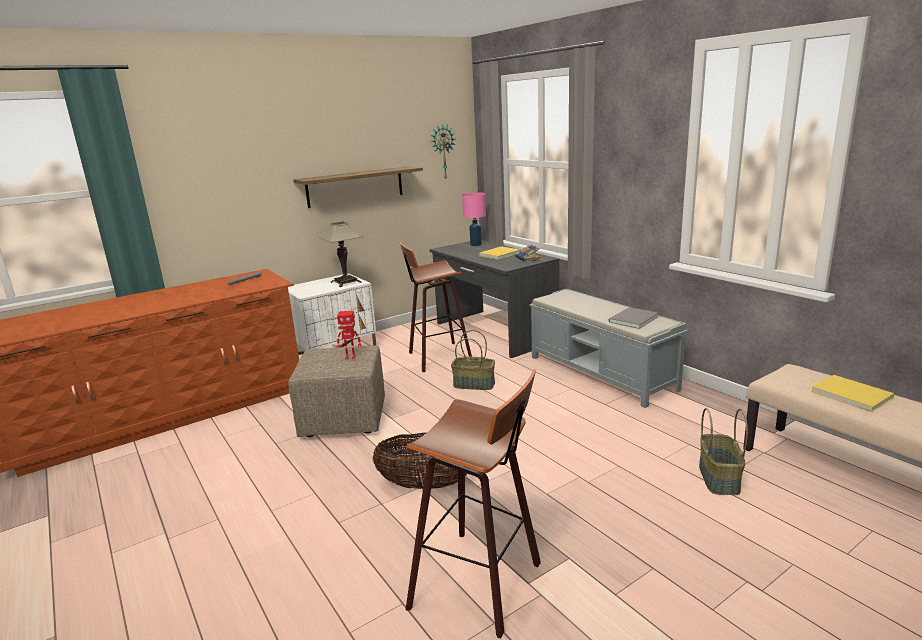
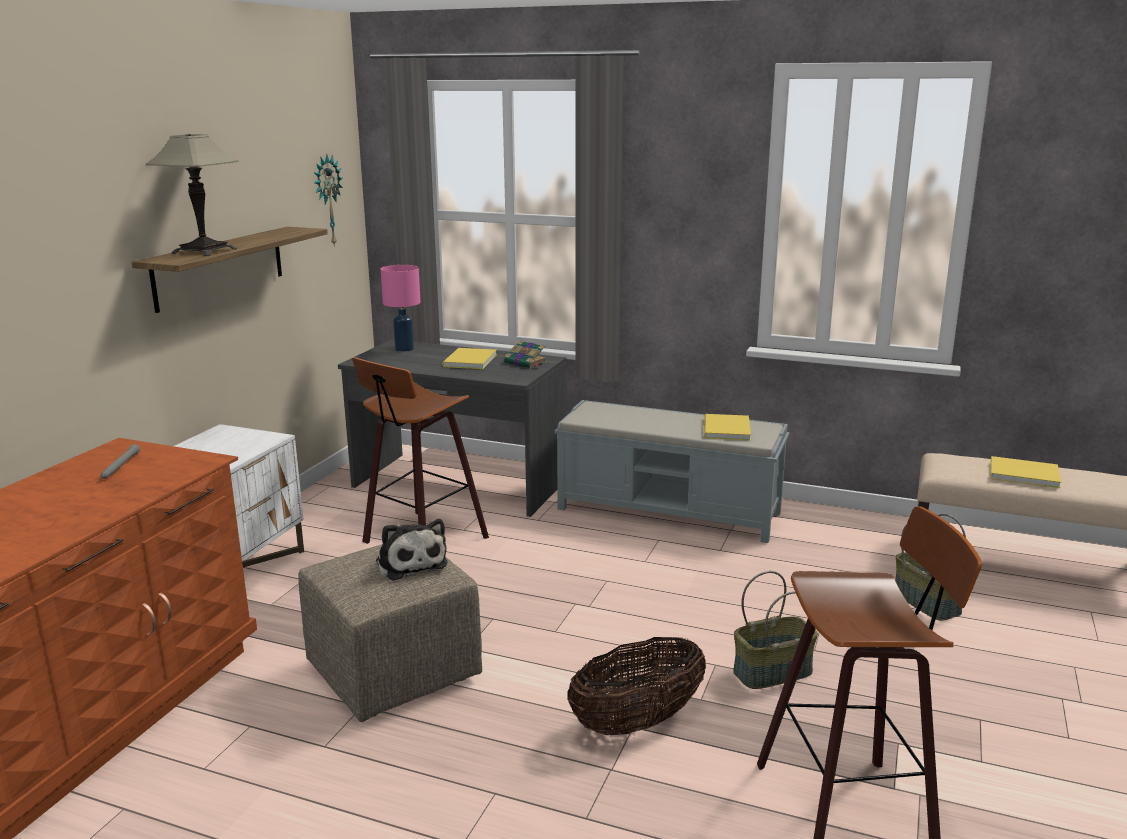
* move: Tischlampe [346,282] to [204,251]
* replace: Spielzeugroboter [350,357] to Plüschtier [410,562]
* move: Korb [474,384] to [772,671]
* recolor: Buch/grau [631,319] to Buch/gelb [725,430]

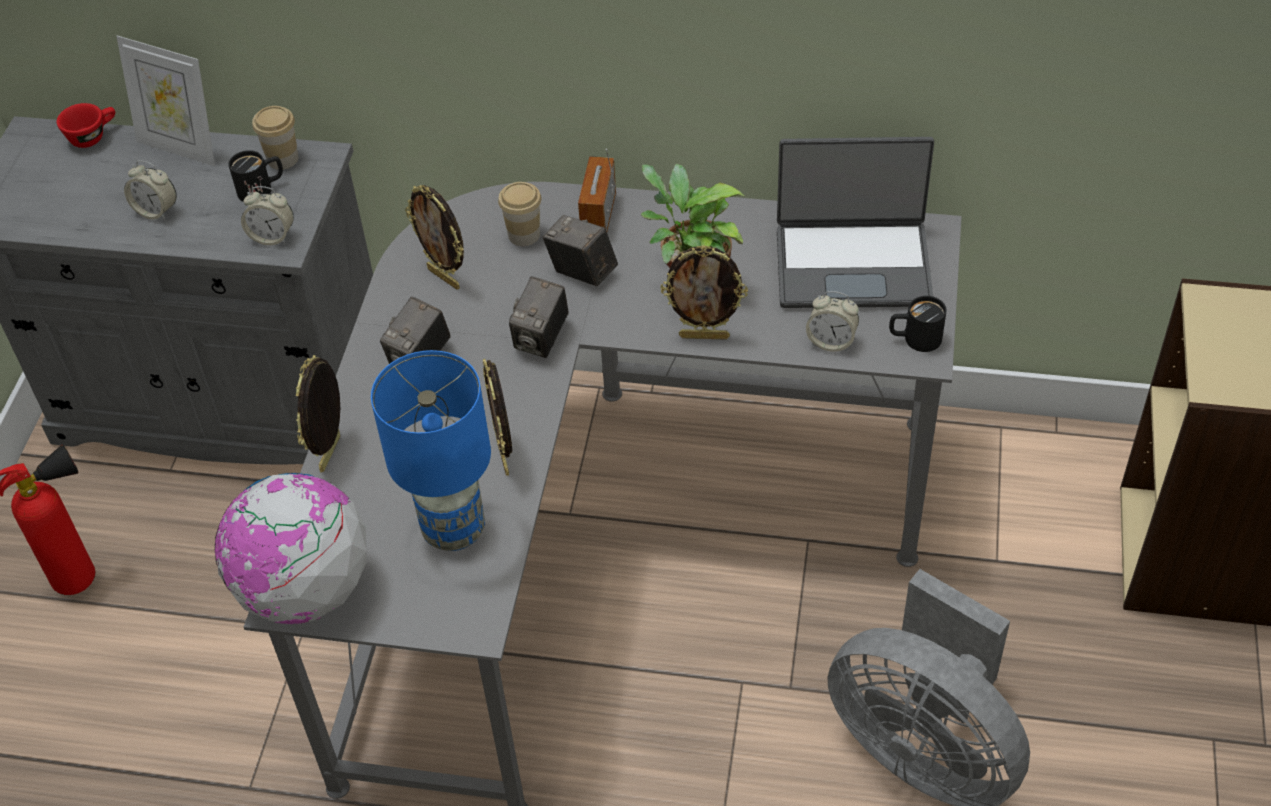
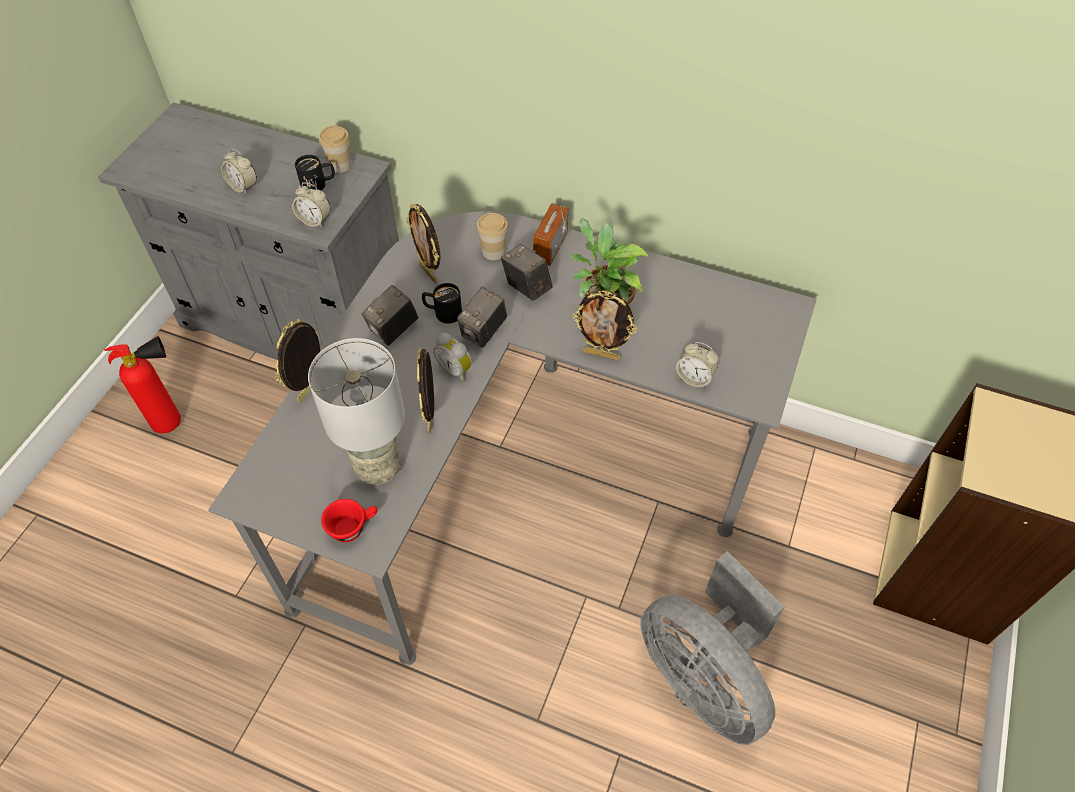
* move: Tasse/rot [93,136] to [353,527]
* delete: Bilderrahmen [181,147]
* delete: Globus [305,591]
* recolor: Tischlampe/blau [455,530] to Tischlampe/grau [379,468]
* delete: Laptop [853,264]
* move: Henkelbecher/schwarz [914,339] to [442,312]
* insert: Wecker [456,370]

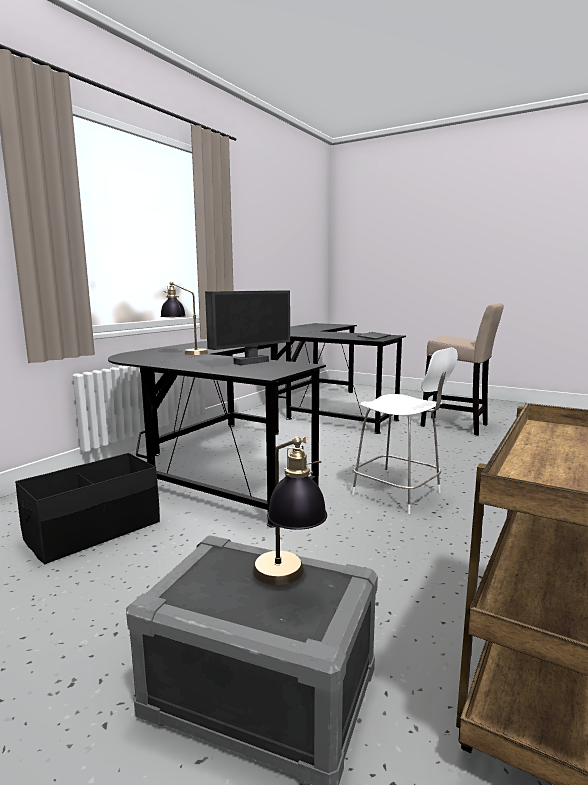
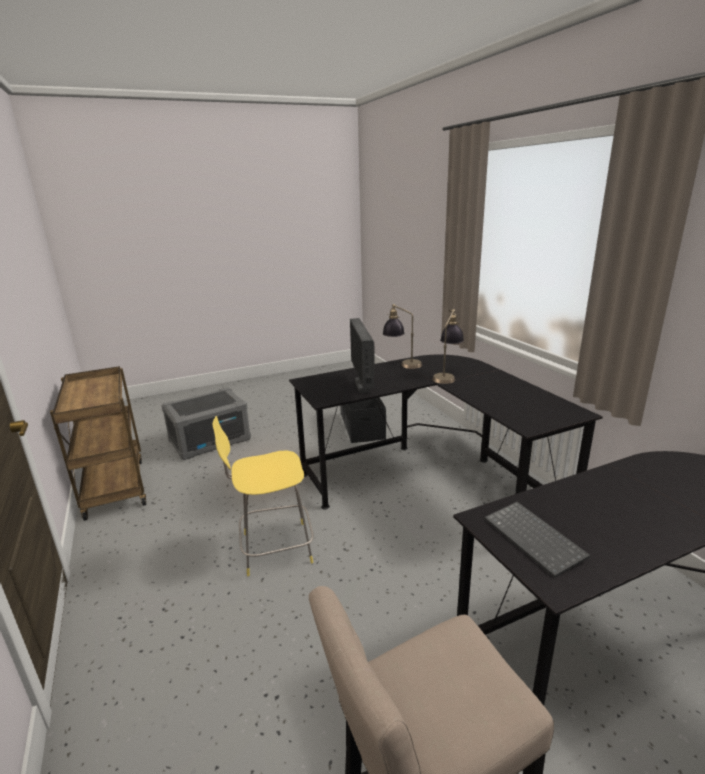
* move: Tischlampe [287,582] to [402,364]
* recolor: Hocker/weiß [399,494] to Hocker/gelb [273,548]

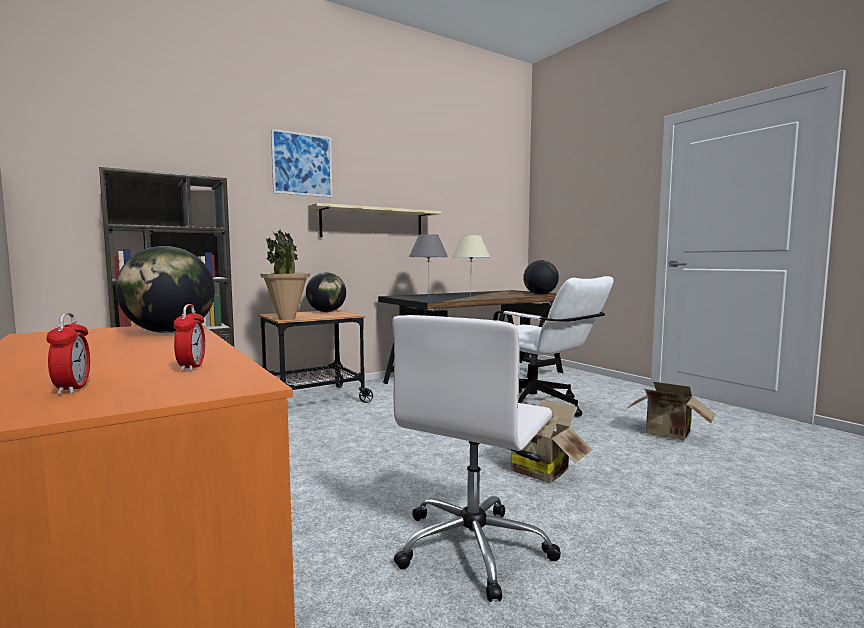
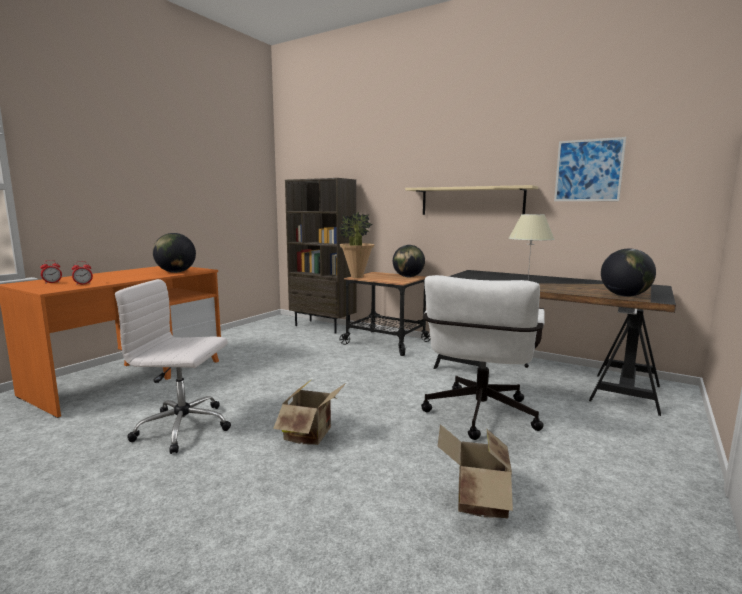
* move: Bild [302,164] to [588,170]
* delete: Tischlampe/grau [428,297]

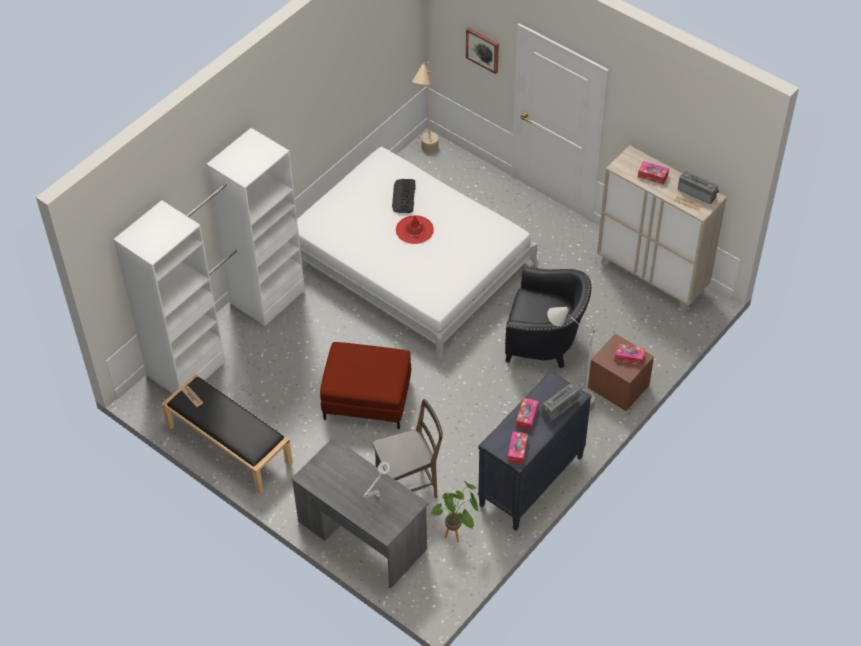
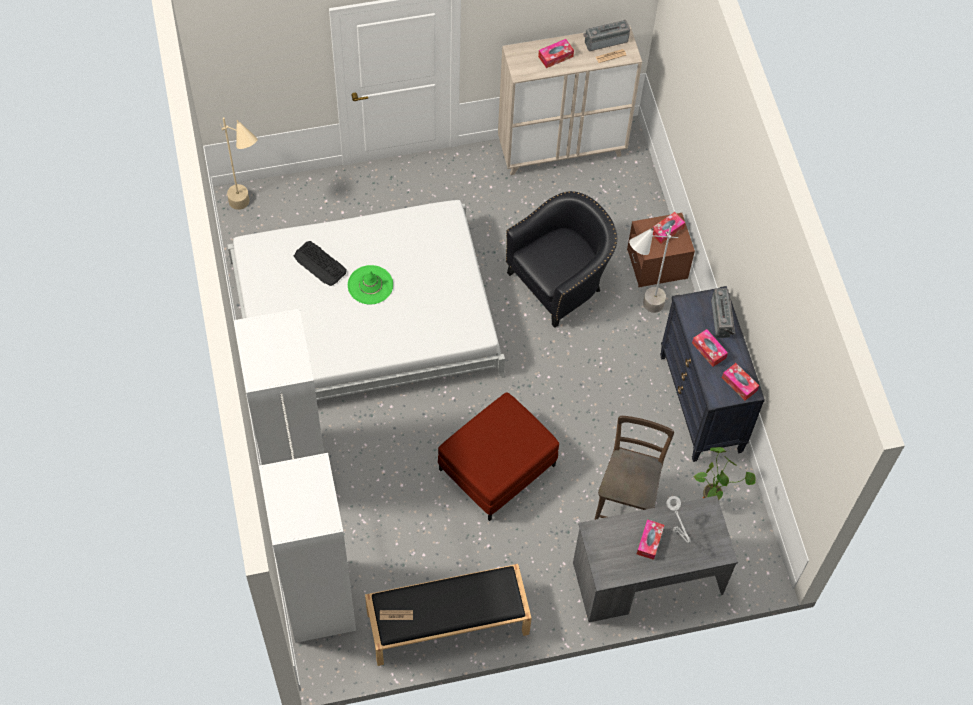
* recolor: Hut/rot [414,230] to Hut/grün [370,285]
* delete: Bild [483,49]
* insert: Taschentuchbox [649,541]

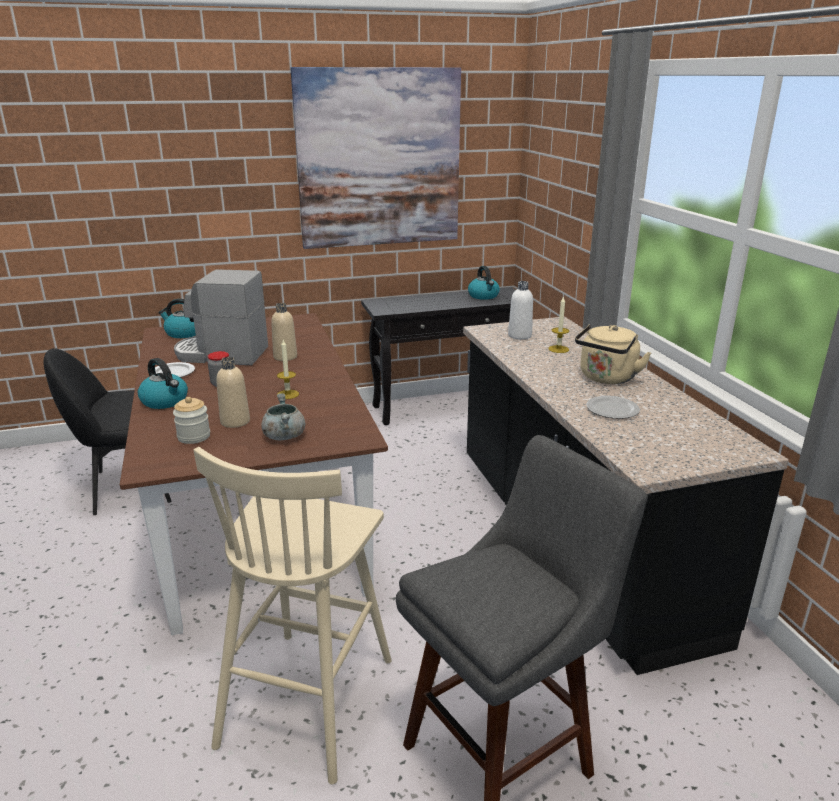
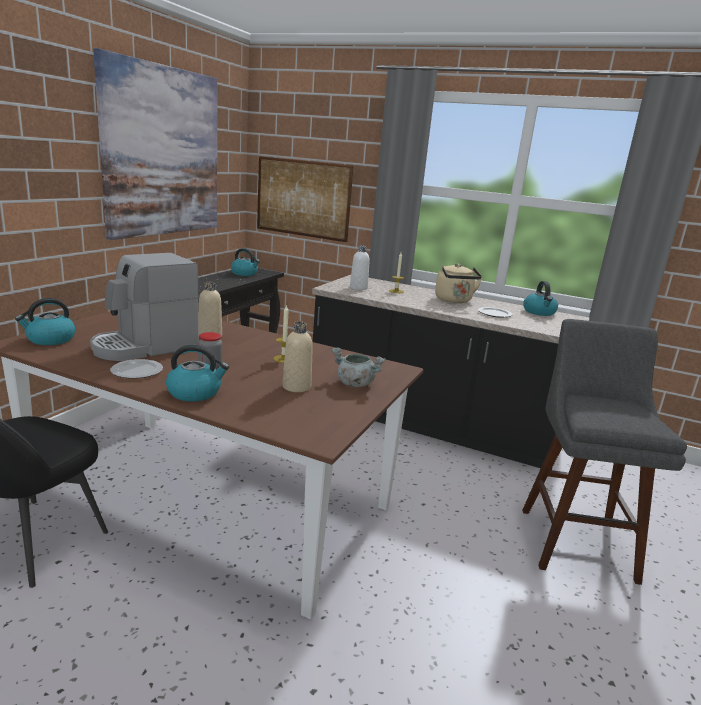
* delete: Vorratsglas [194,436]
* delete: Hocker/beige [309,698]
* insert: Bild [303,198]
* insert: Wasserkessel [539,312]

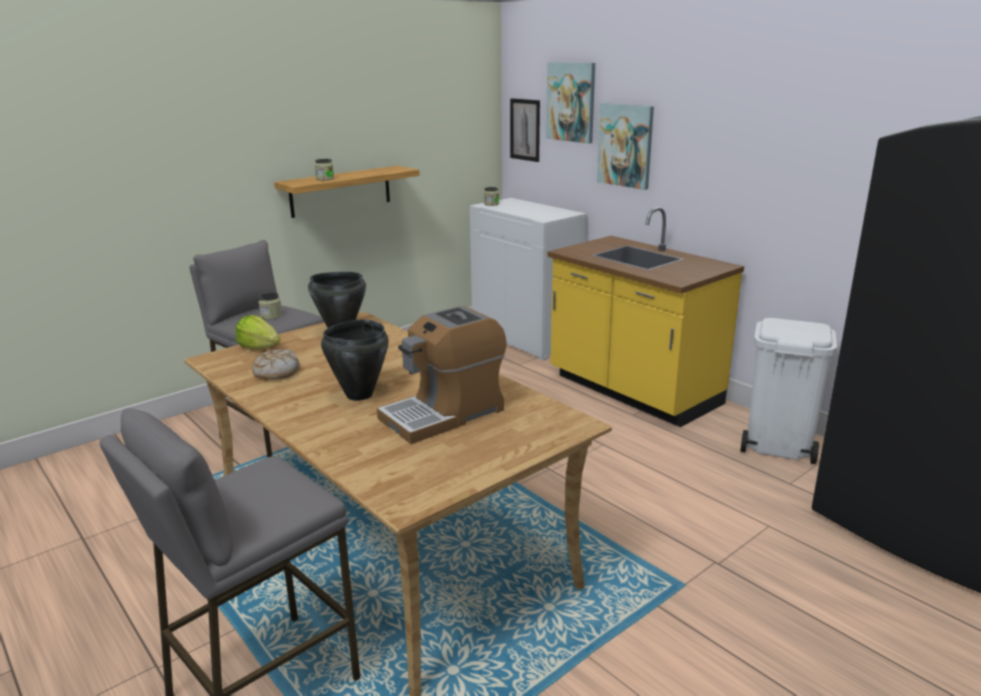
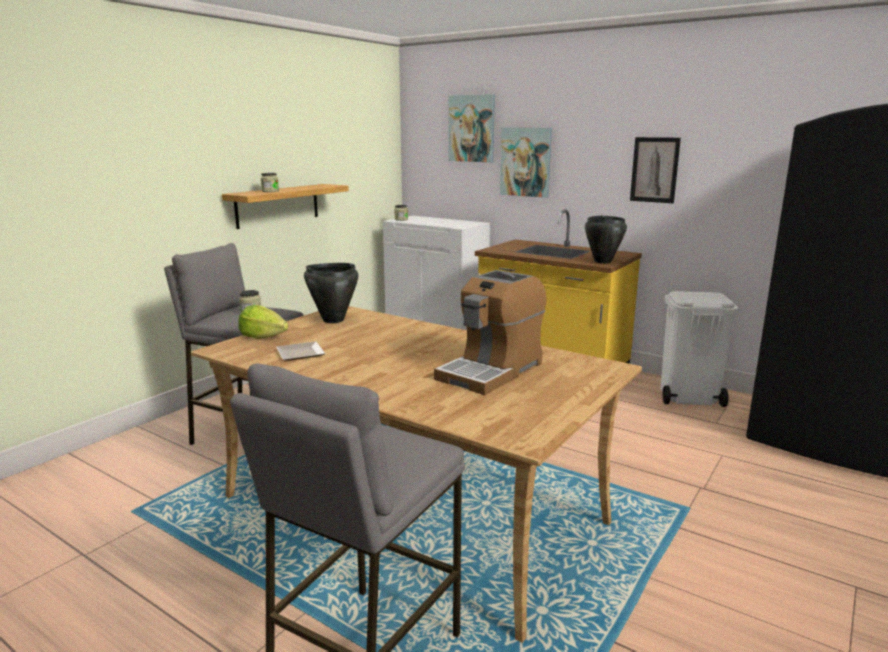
* replace: Brot [276,372] to Teller [298,353]
* move: Kochtopf/schwarz [358,395] to [602,262]
* move: Bild [525,130] to [654,170]

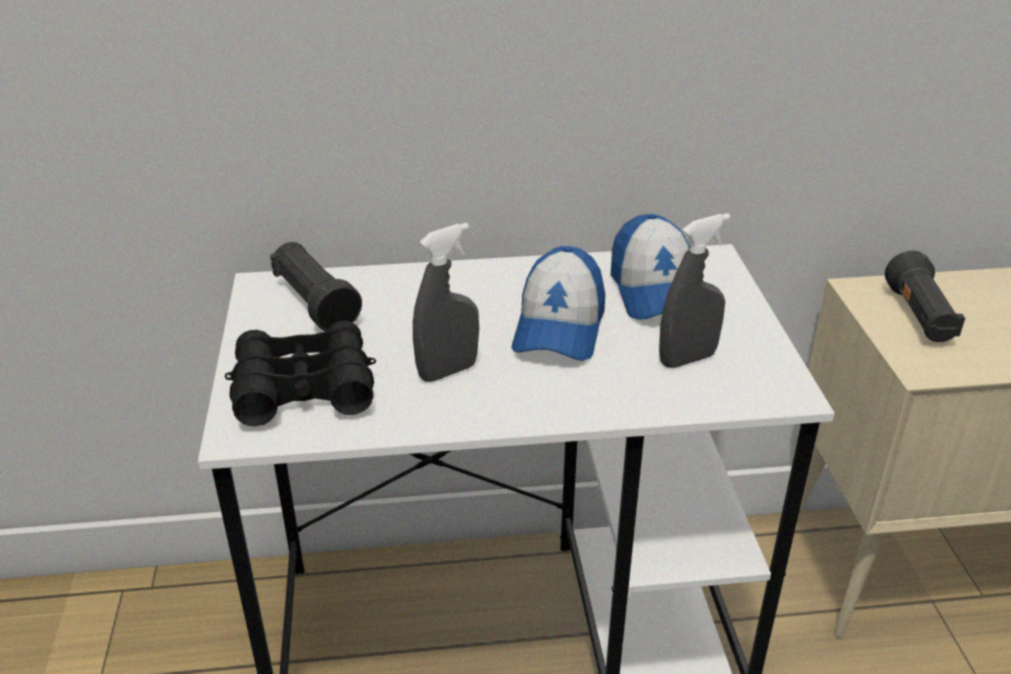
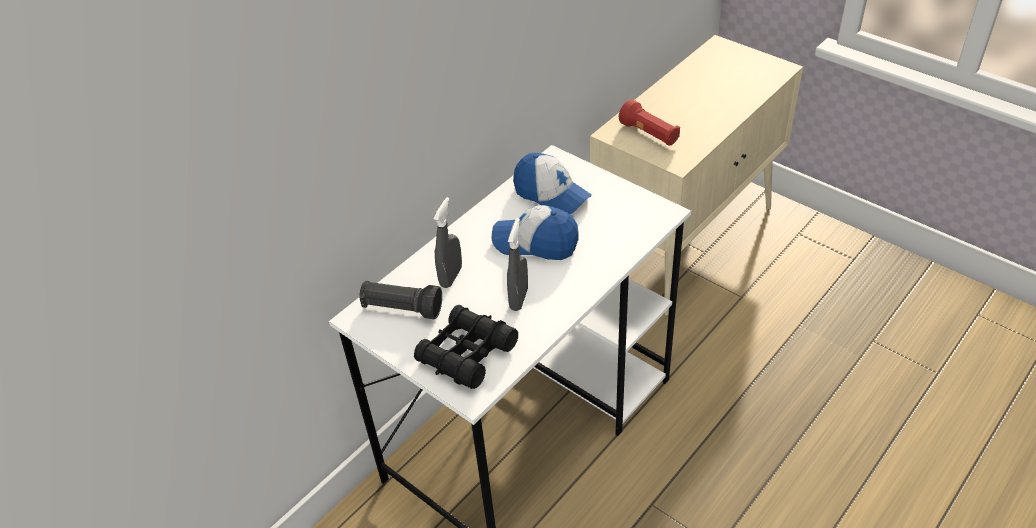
* rotate: Kappe [559,327] = [535,242] 135 degrees clockwise
* move: Sprühflasche/grau [687,359] to [451,277]
* recolor: Taschenlampe/schwarz [919,317] to Taschenlampe/rot [649,134]

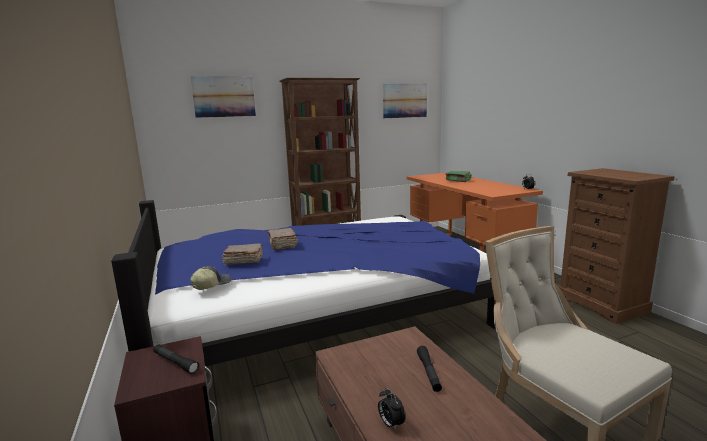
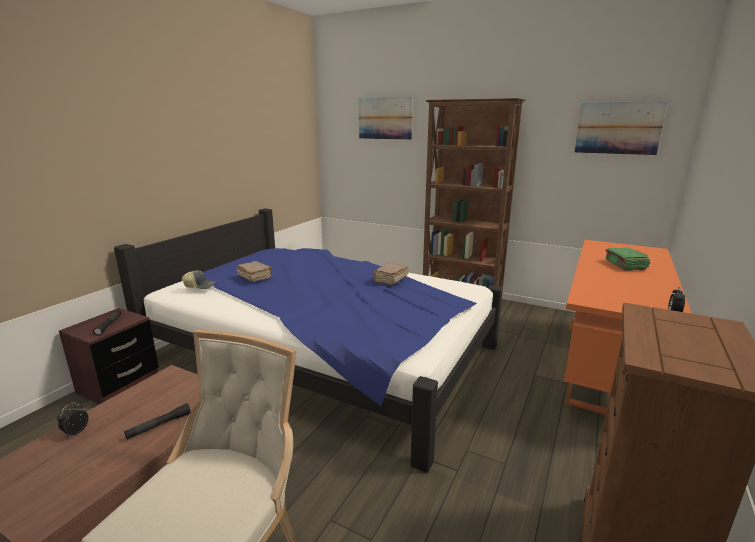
* move: Buch/braun [282,244] to [390,279]

